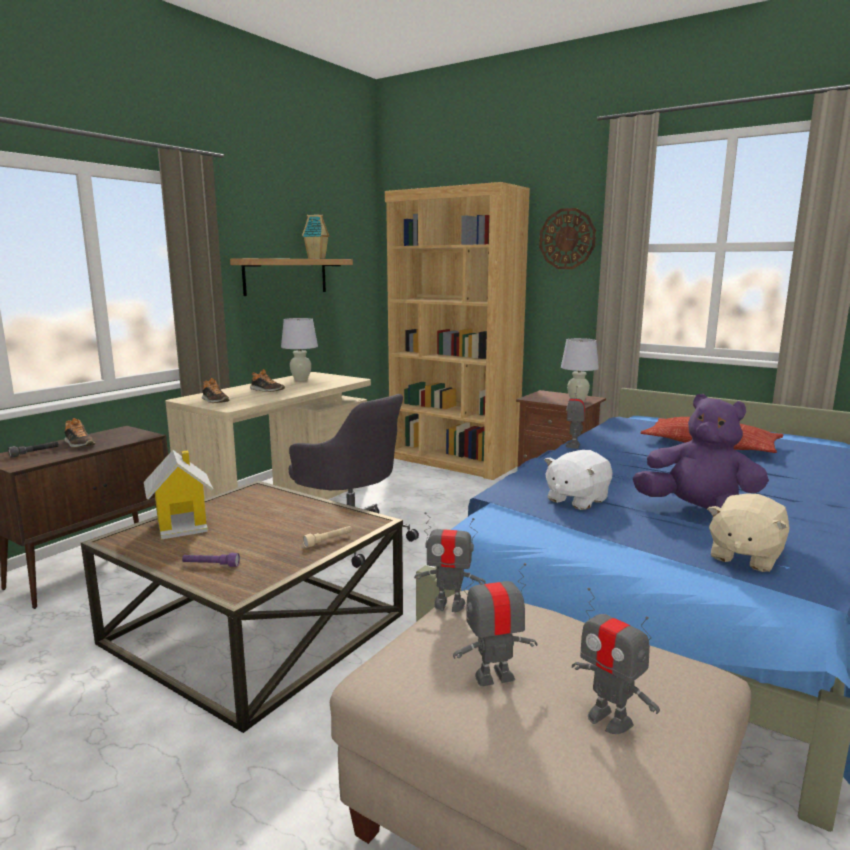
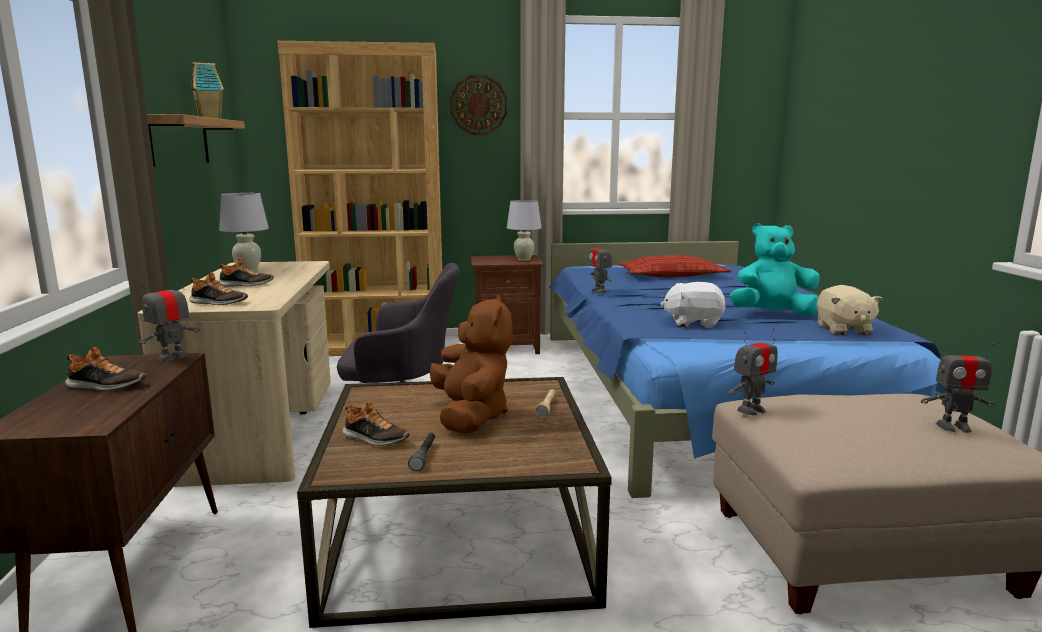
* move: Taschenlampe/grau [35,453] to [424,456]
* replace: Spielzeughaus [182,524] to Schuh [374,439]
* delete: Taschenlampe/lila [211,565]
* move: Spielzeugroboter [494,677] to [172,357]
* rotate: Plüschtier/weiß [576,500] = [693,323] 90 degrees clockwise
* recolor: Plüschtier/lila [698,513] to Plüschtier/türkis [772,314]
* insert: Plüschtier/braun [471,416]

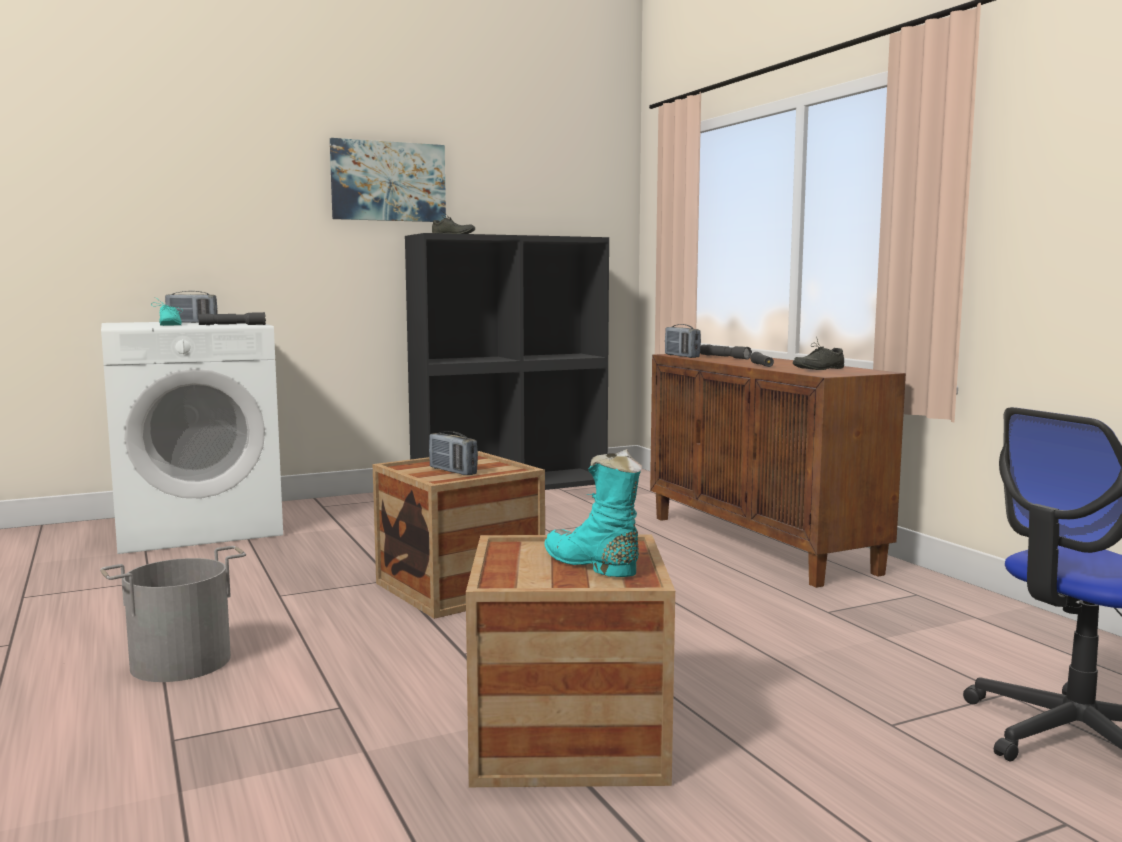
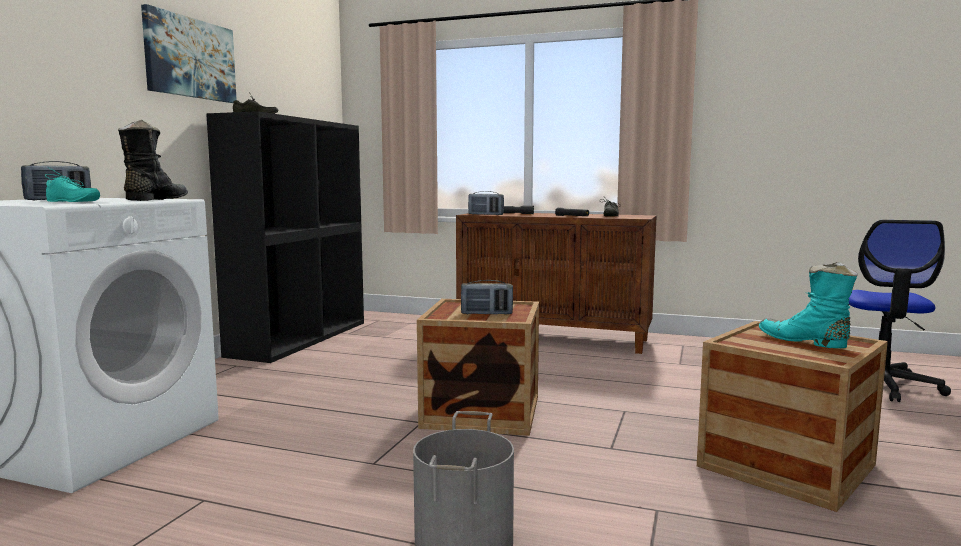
* replace: Taschenlampe/grau [232,325] to Stiefel/schwarz [155,200]
* rotate: Stiefel/türkis [590,564] = [803,341] 45 degrees clockwise

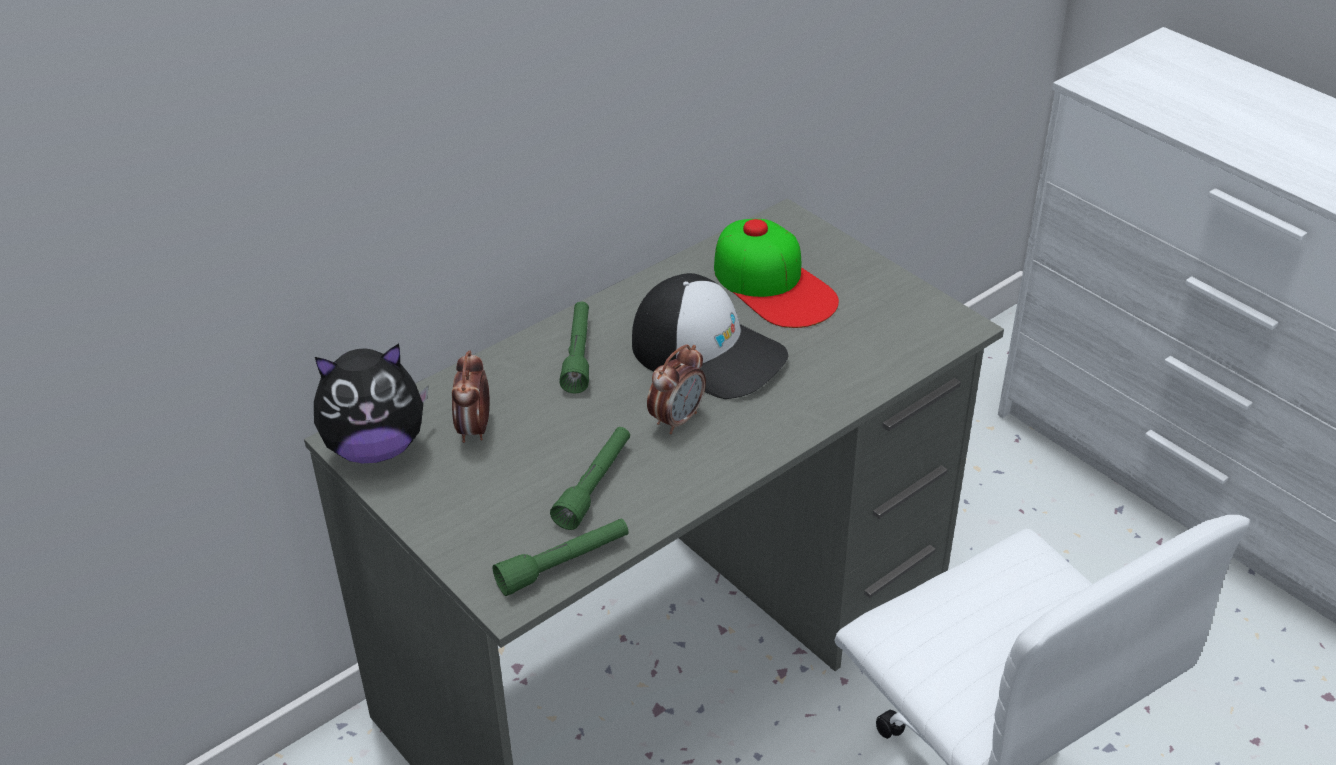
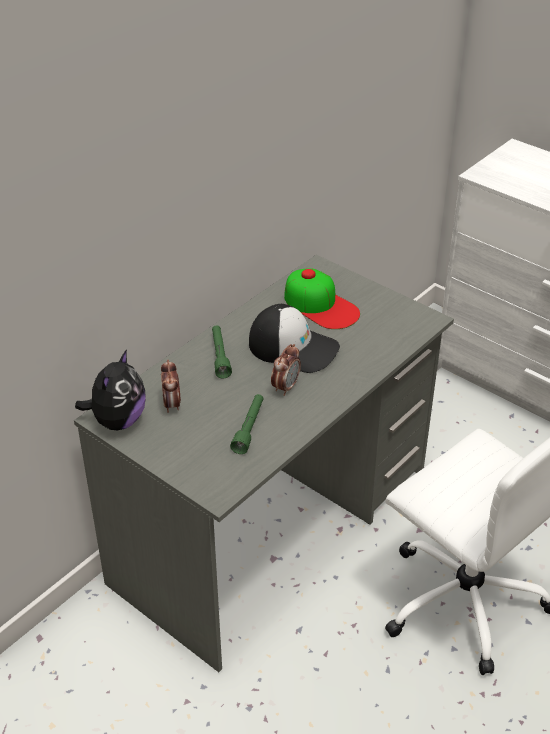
* rotate: Plüschtier [376,448] = [118,421] 45 degrees counterclockwise
* delete: Taschenlampe/grün [564,564]

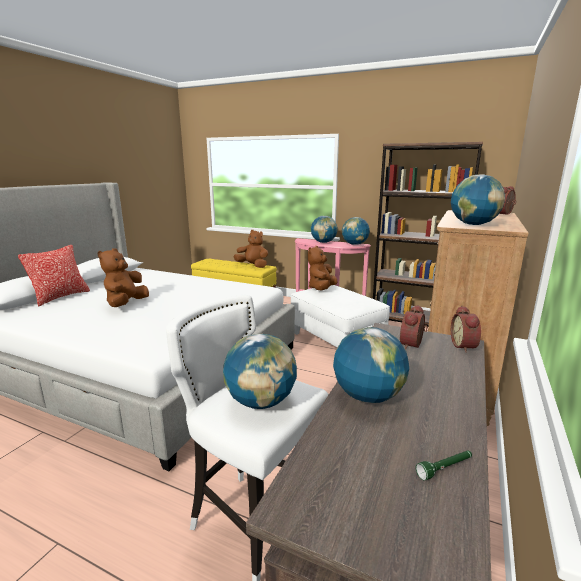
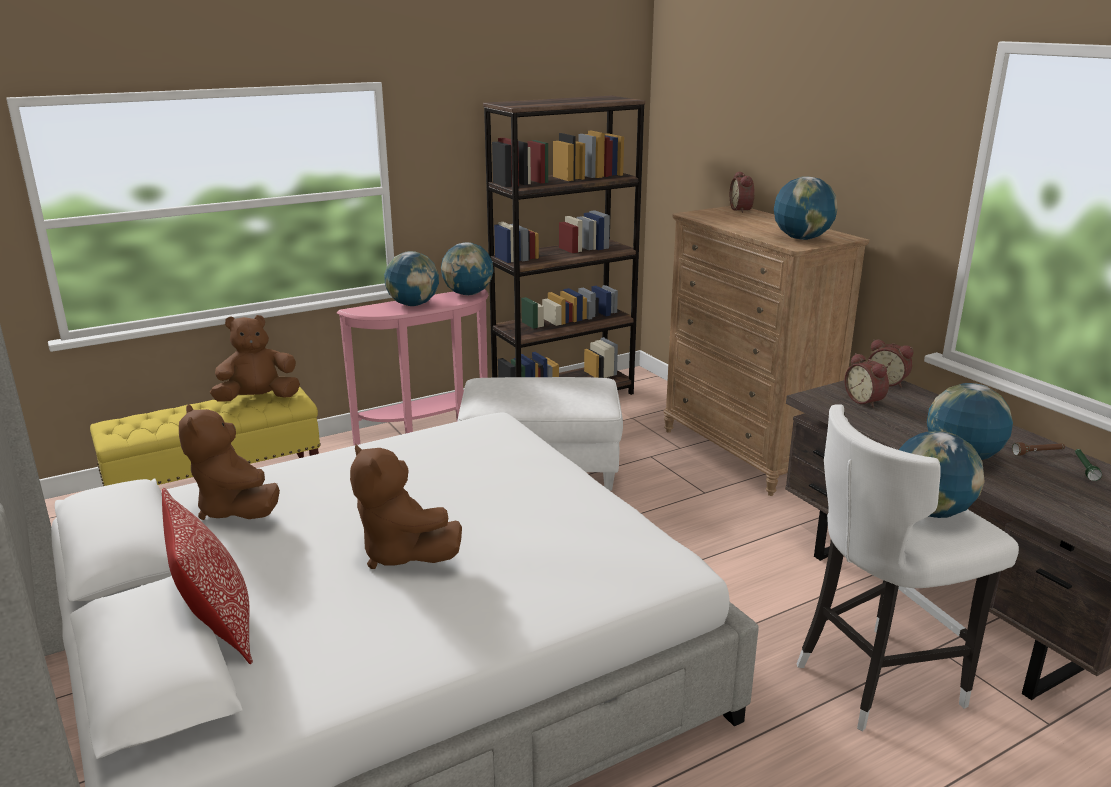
* move: Plüschtier/braun [321,289] to [236,509]
* insert: Taschenlampe/braun [1038,453]

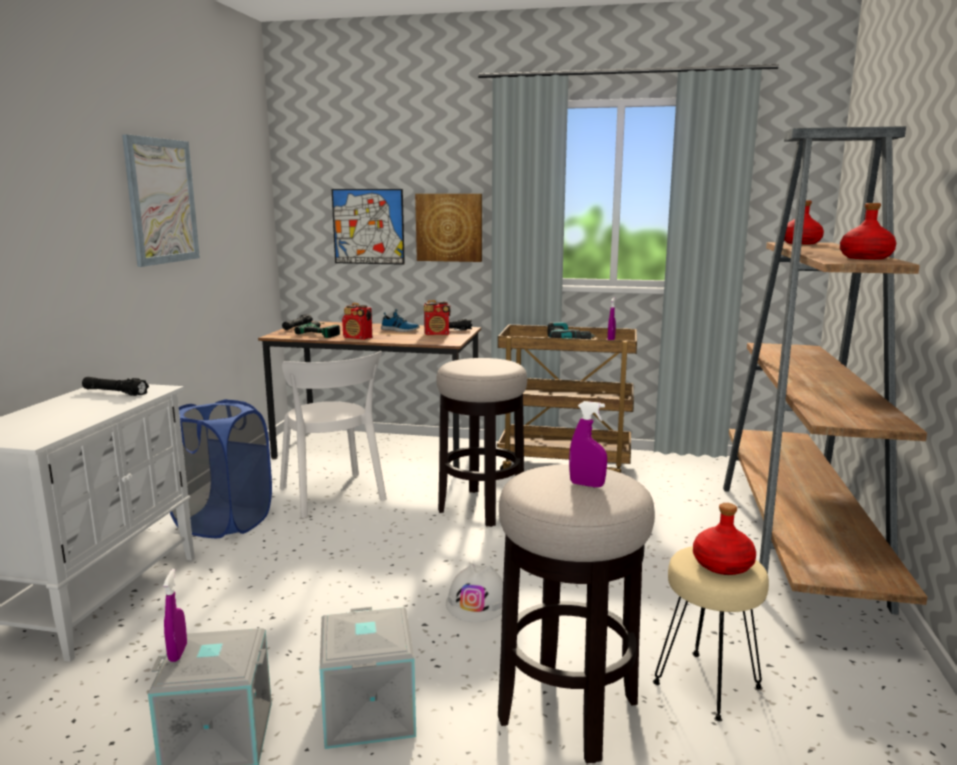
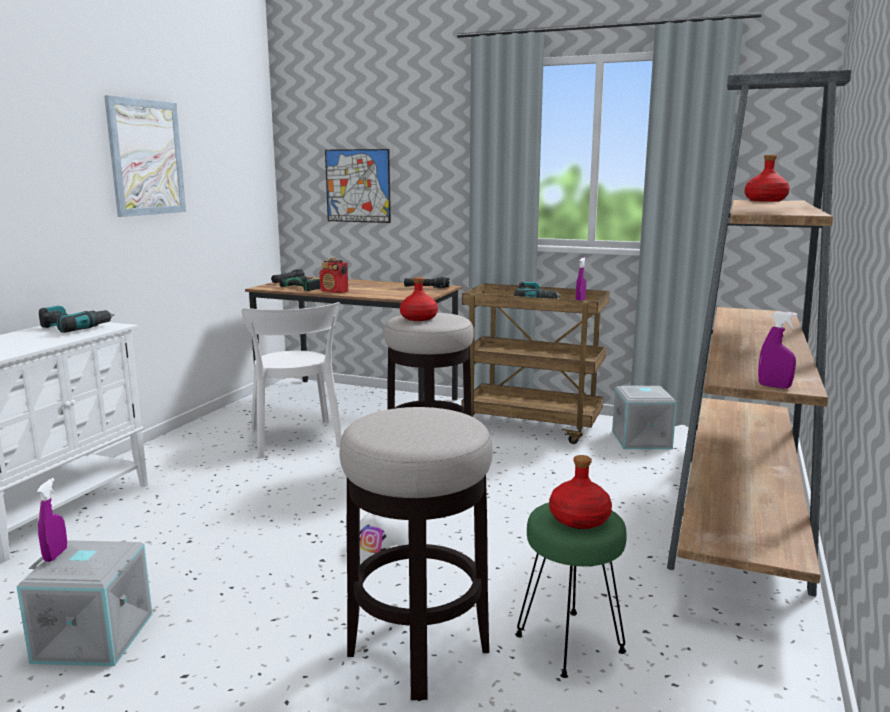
* replace: Taschenlampe/schwarz [115,393] to Bohrmaschine [75,327]
* delete: Wäschekorb/blau [223,522]
* move: Aufbewahrungsbox/grau [371,712] to [642,440]
* delete: Schuh [399,330]
* delete: Bild [449,227]
* delete: Radio [437,334]
* move: Sprühflasche/lila [587,485] to [774,386]
* recolor: Hocker/beige [707,685] to Hocker/grün [571,643]
* move: Flasche/rot [865,258] to [418,318]

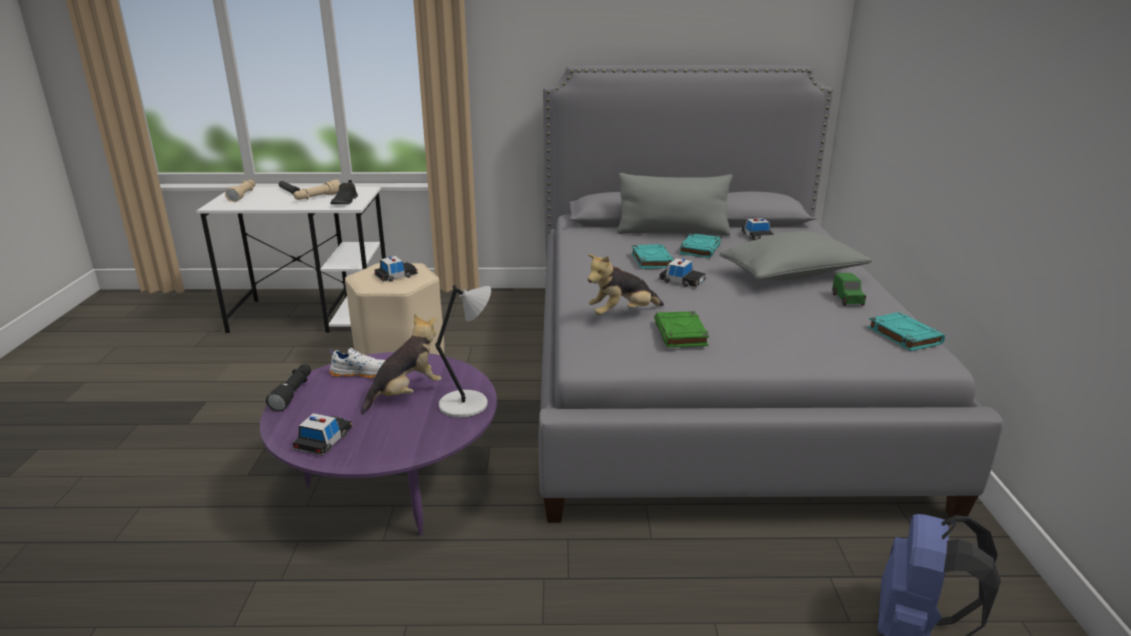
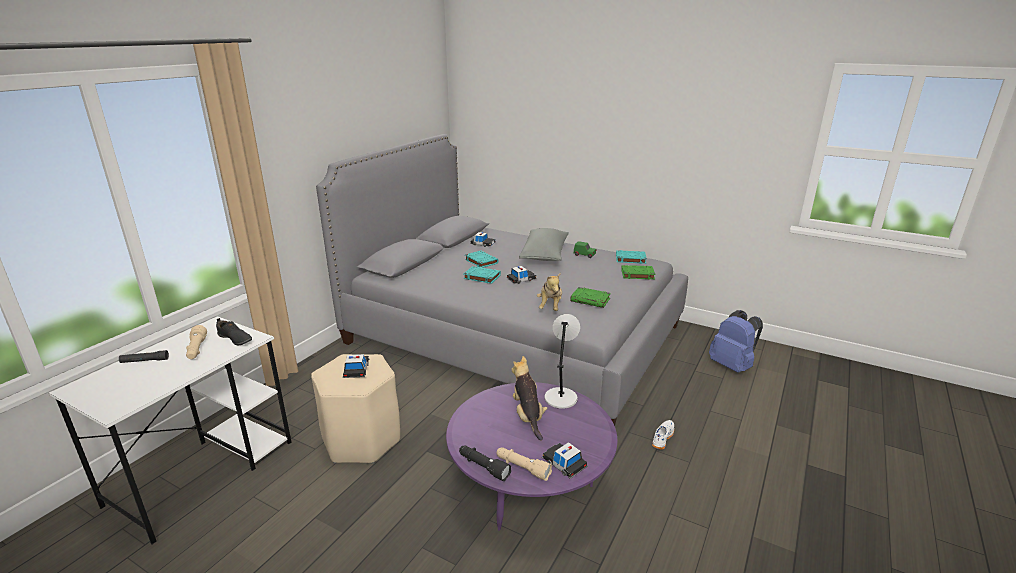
* move: Taschenlampe/beige [243,195] to [522,468]
* move: Schuh/weiß [361,373] to [662,438]
* delete: Kissen/grau [672,232]
* insert: Buch/grün [637,274]

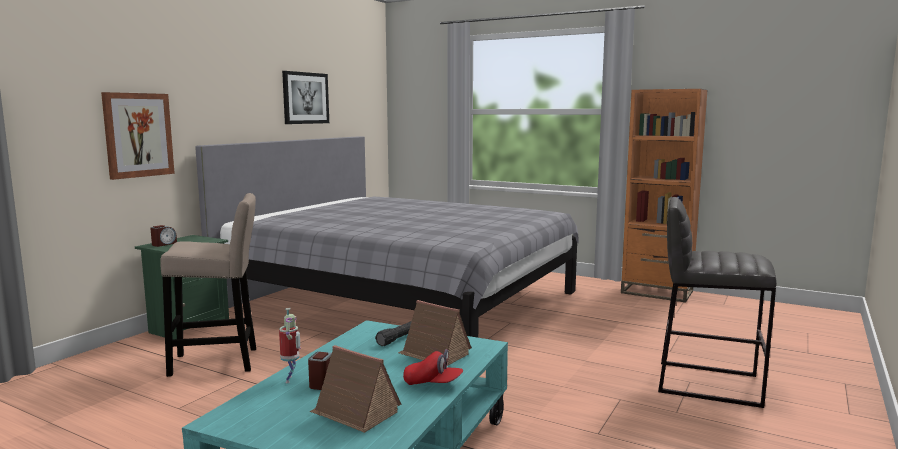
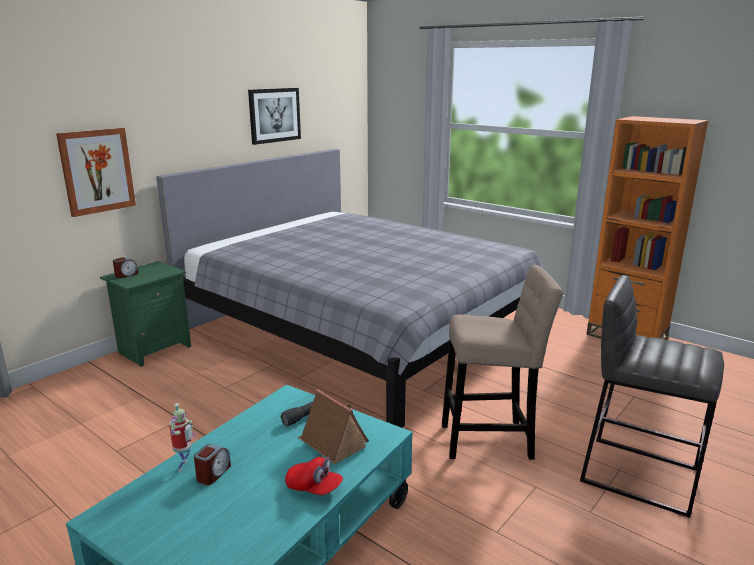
* move: Hocker/beige [219,362] to [492,440]
* delete: Spielzeughaus [355,412]

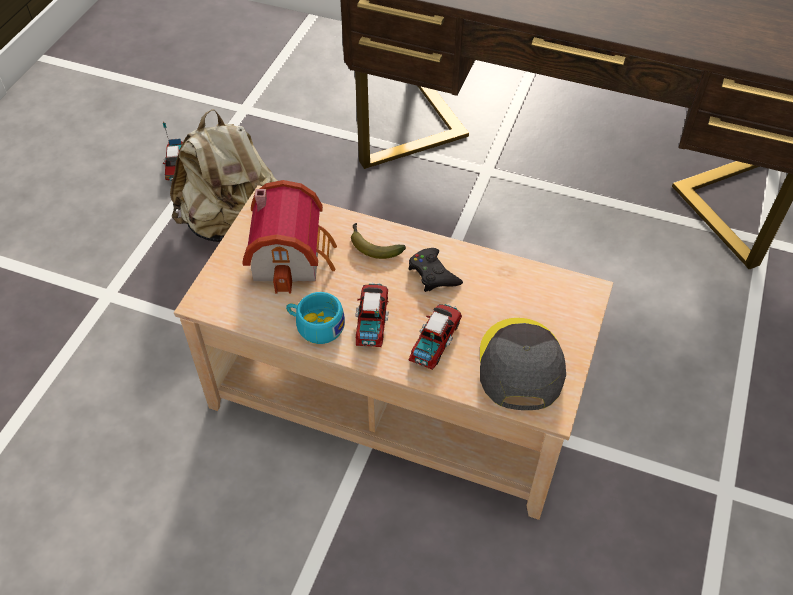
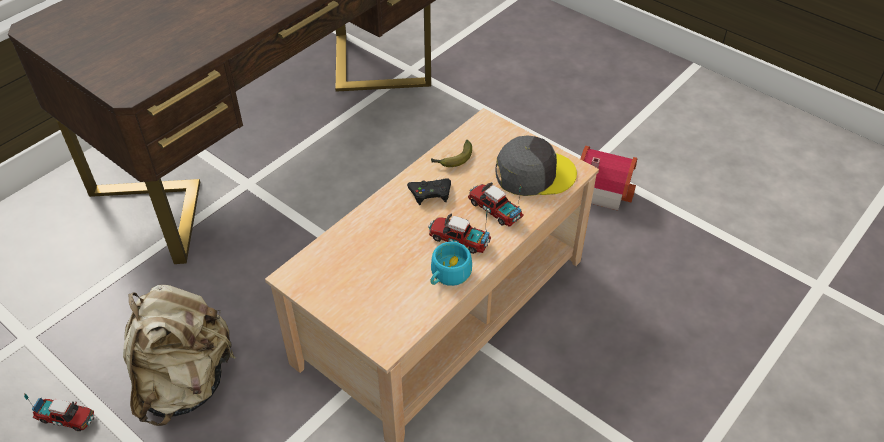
* move: Spielzeughaus [292,256] to [601,188]
* move: Banane [372,246] to [453,159]
* rotate: Kappe/grau [520,365] = [534,173] 150 degrees clockwise

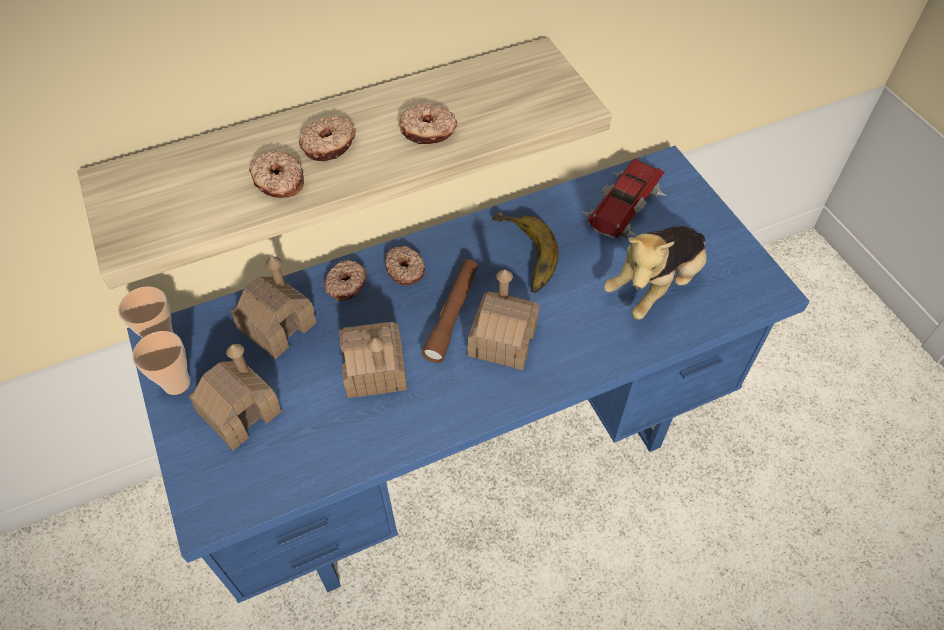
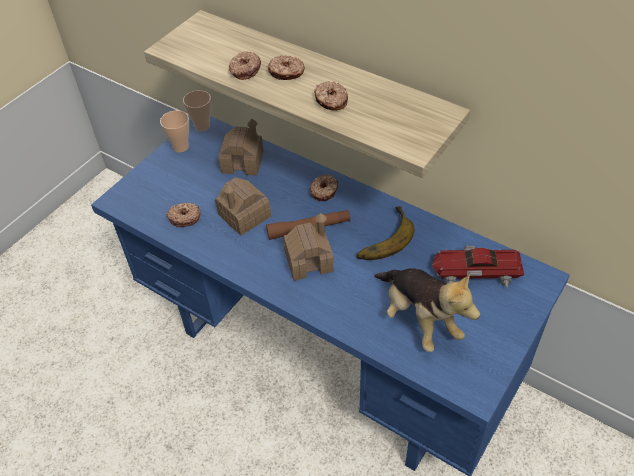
* delete: Spielzeughaus [240,412]
* move: Donut [345,284] to [184,217]
* rotate: Plüschtier [655,285] = [419,319] 135 degrees counterclockwise

